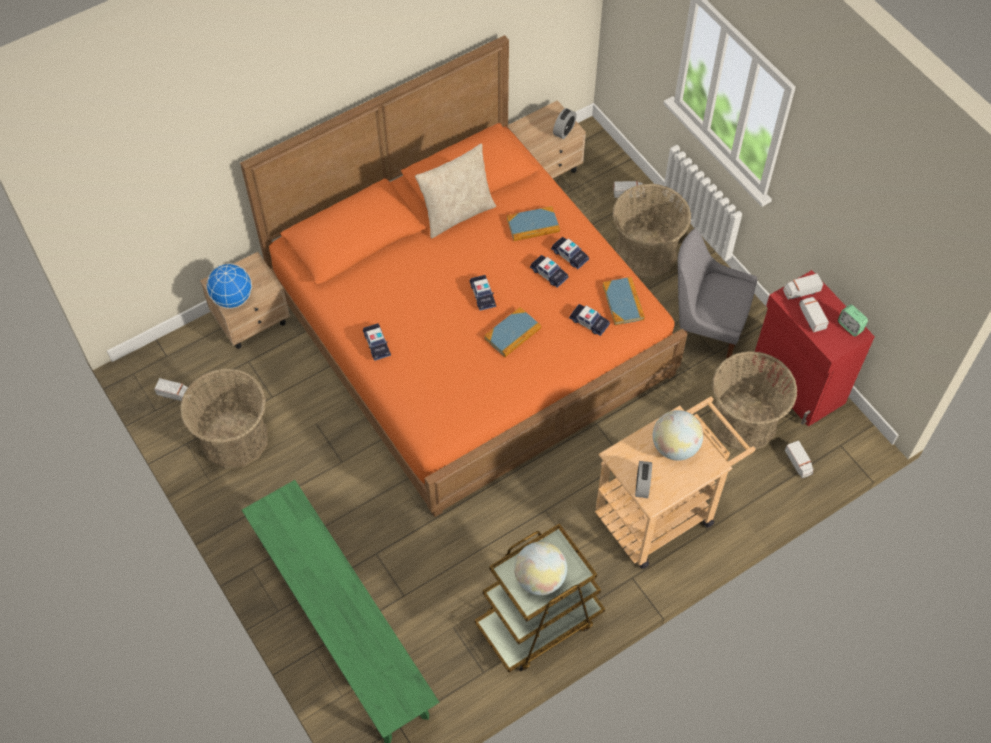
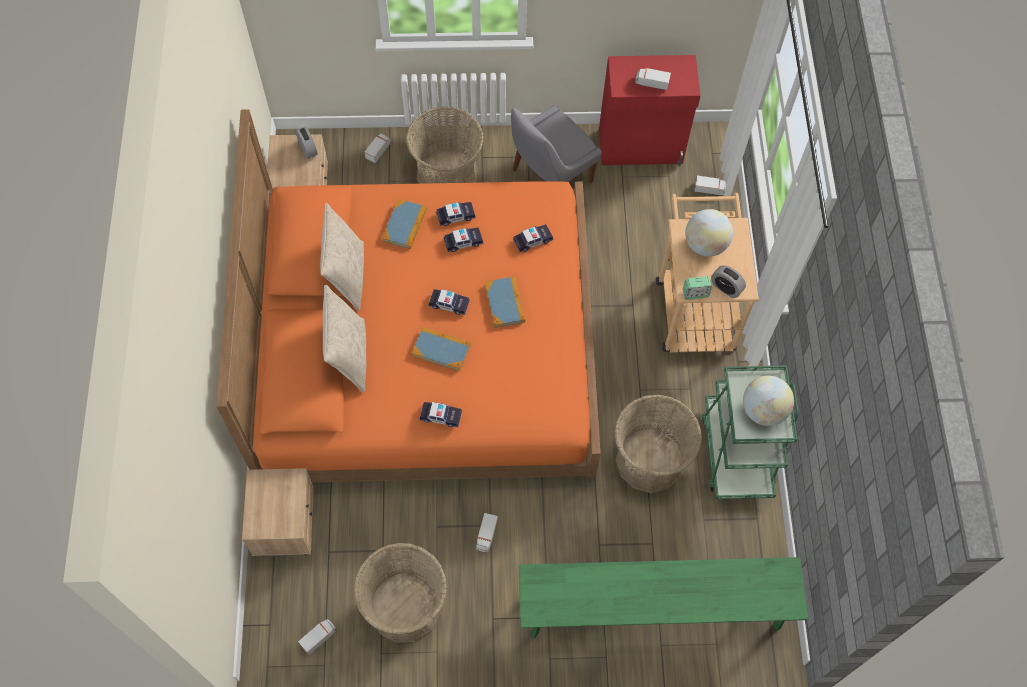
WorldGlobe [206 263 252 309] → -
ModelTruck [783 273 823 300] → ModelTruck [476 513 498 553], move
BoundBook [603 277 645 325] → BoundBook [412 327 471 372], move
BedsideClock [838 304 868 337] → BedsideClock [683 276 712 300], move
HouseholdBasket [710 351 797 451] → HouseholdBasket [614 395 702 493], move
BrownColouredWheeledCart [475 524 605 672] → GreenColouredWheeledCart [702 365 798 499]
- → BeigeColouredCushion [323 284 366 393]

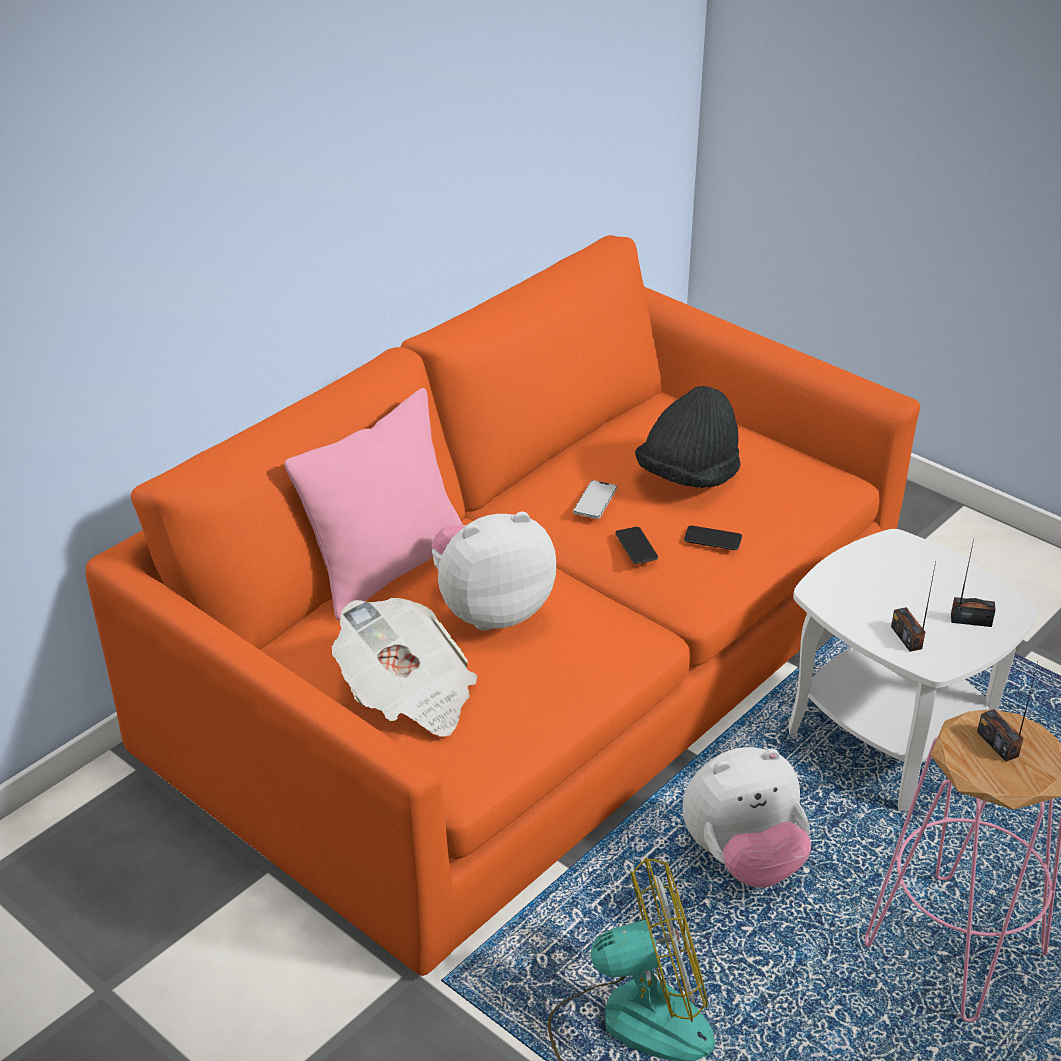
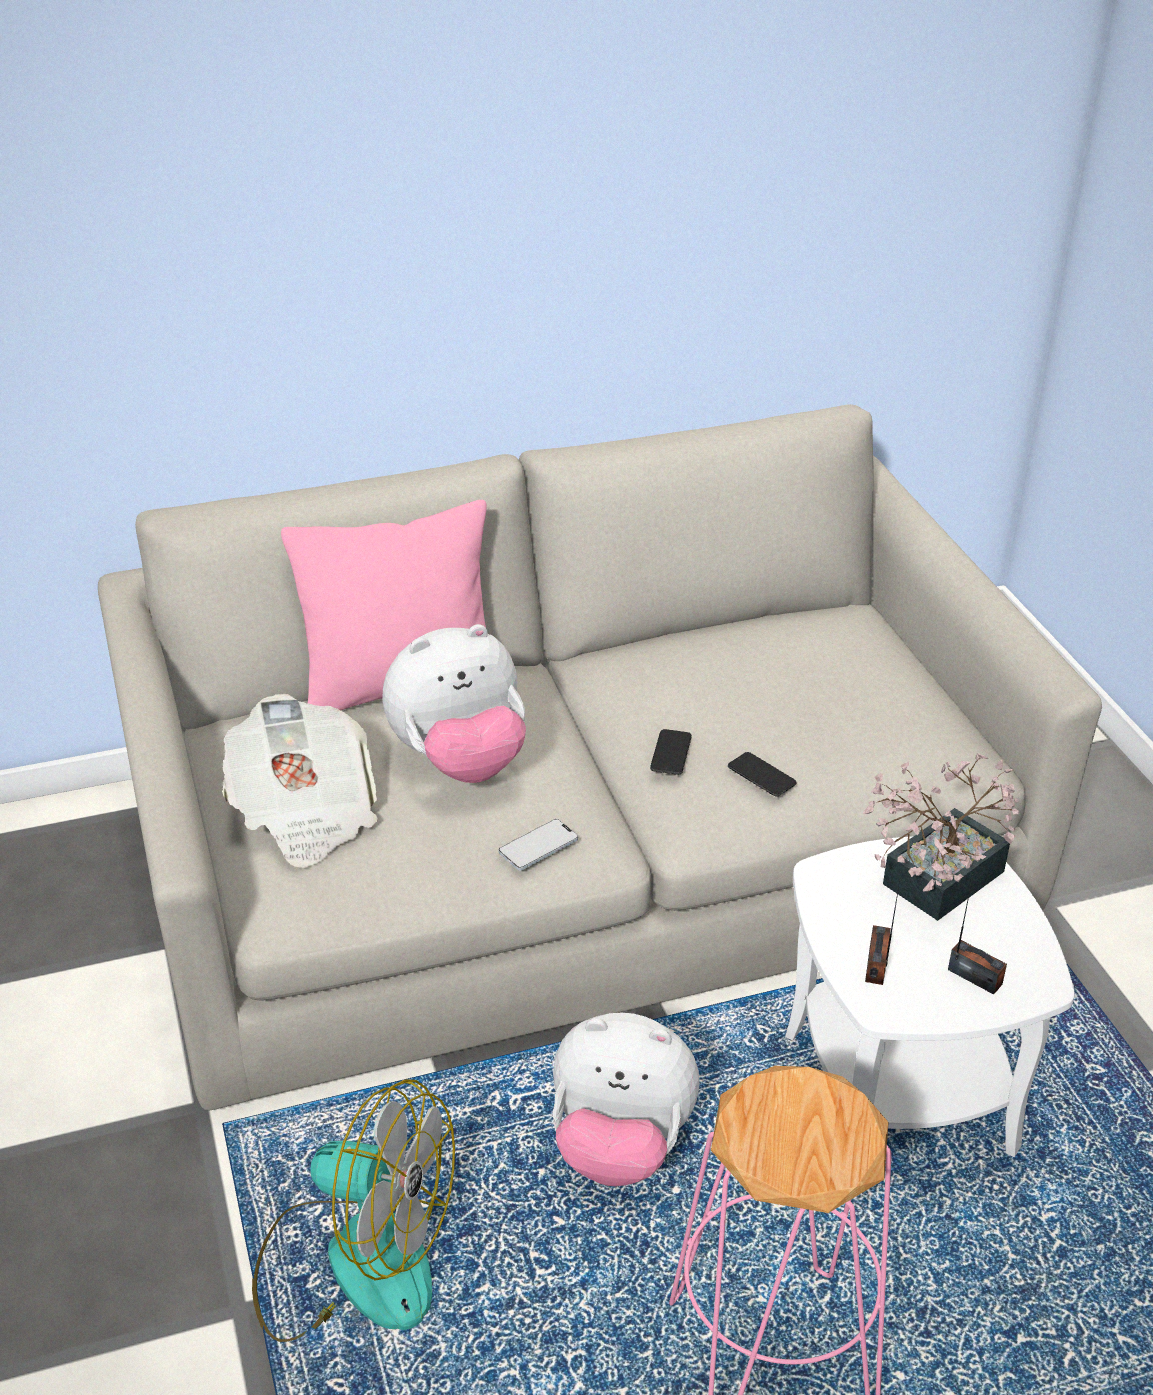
OrangeSofa [86 235 920 976] → GreyishSofa [98 404 1102 1110]
BlackColouredHat [635 386 740 488] → -
Phone [573 480 617 519] → Phone [498 819 578 871], move
SoftToy [432 511 556 631] → SoftToy [382 624 526 783], 150 degrees clockwise
RadioReceiver [977 662 1038 762] → -
- → PlantInAPot [863 753 1020 921]

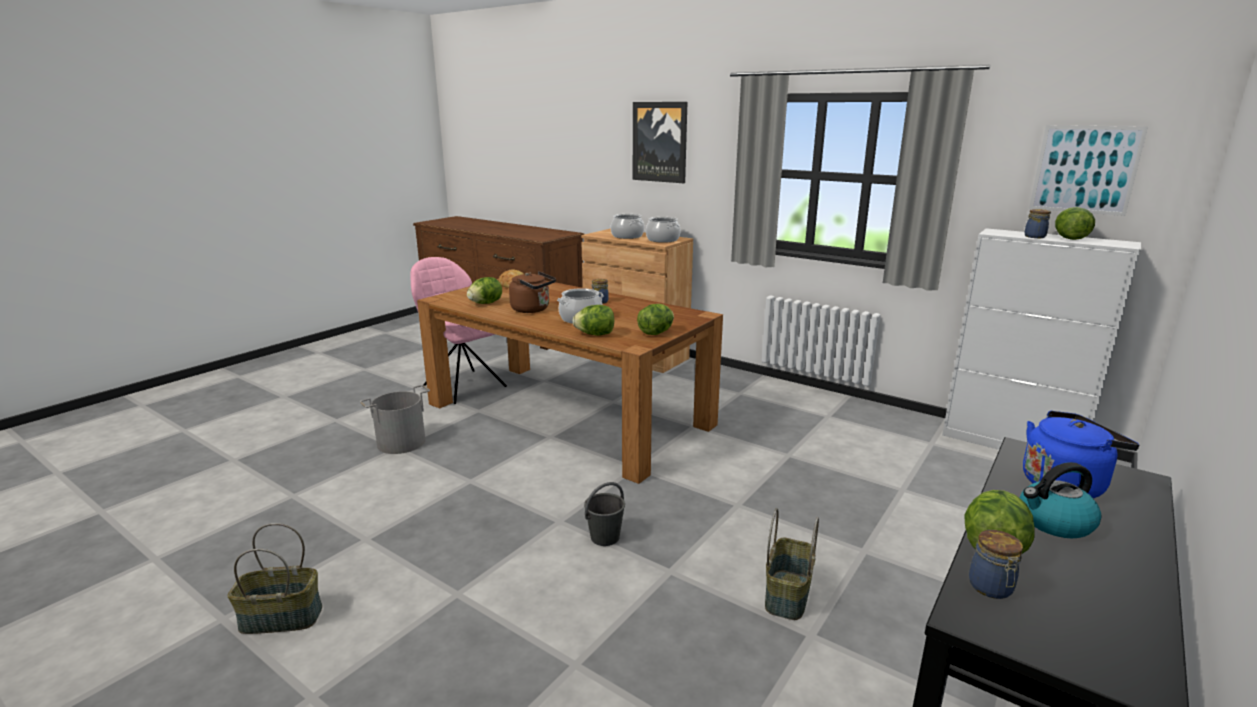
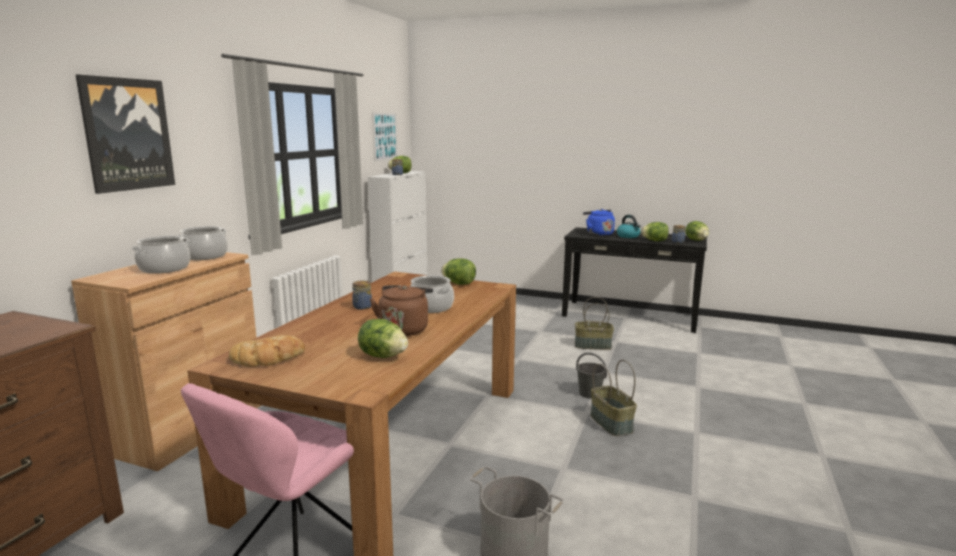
Lettuce [573 305 614 336] → Lettuce [685 221 709 241], move
HouseholdBasket [227 523 322 634] → HouseholdBasket [590 360 637 436], move

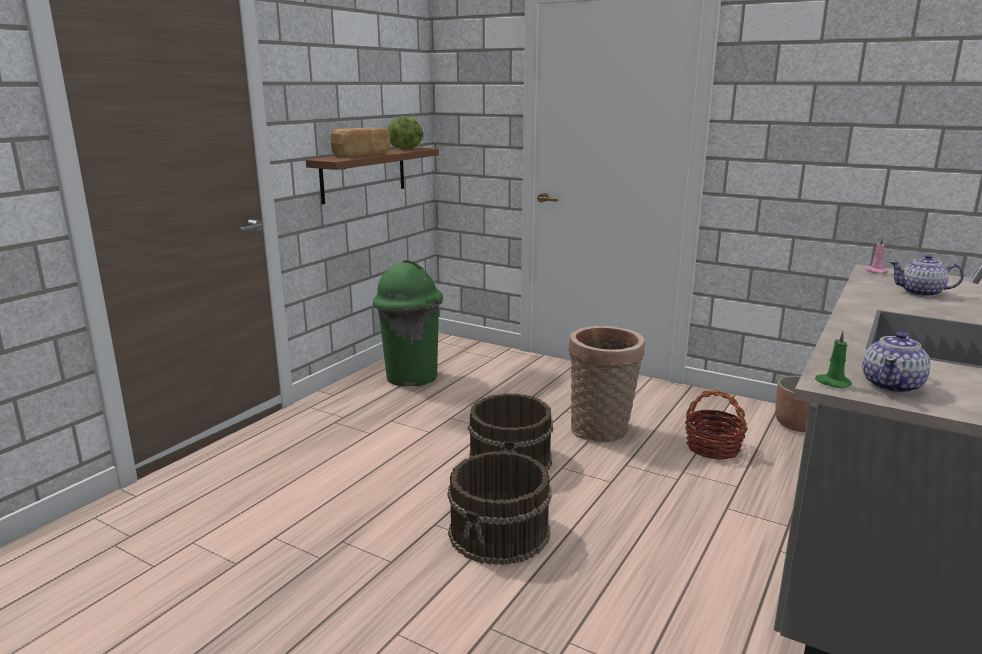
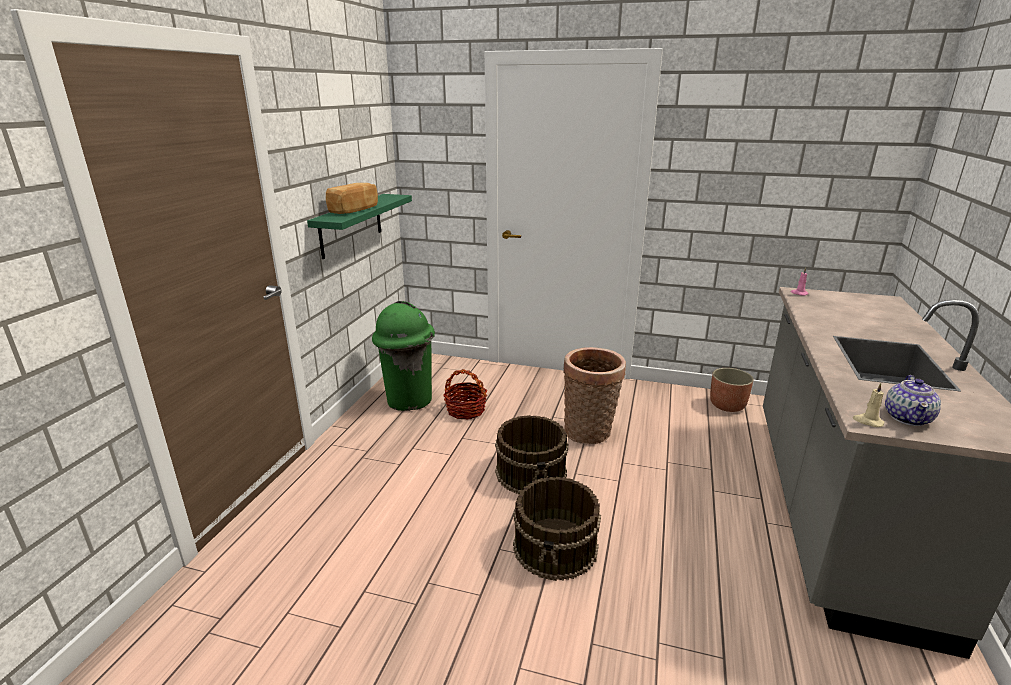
Lettuce [387 116 424 149] → -
BrownColouredBracketShelf [306 147 439 205] → GreenColouredBracketShelf [307 194 412 259]
Teapot [890 254 964 297] → -
GreenColouredWaxCandle [815 331 852 388] → BeigeColouredWaxCandle [853 383 884 427]
HouseholdBasket [685 390 748 460] → HouseholdBasket [443 369 487 419], move

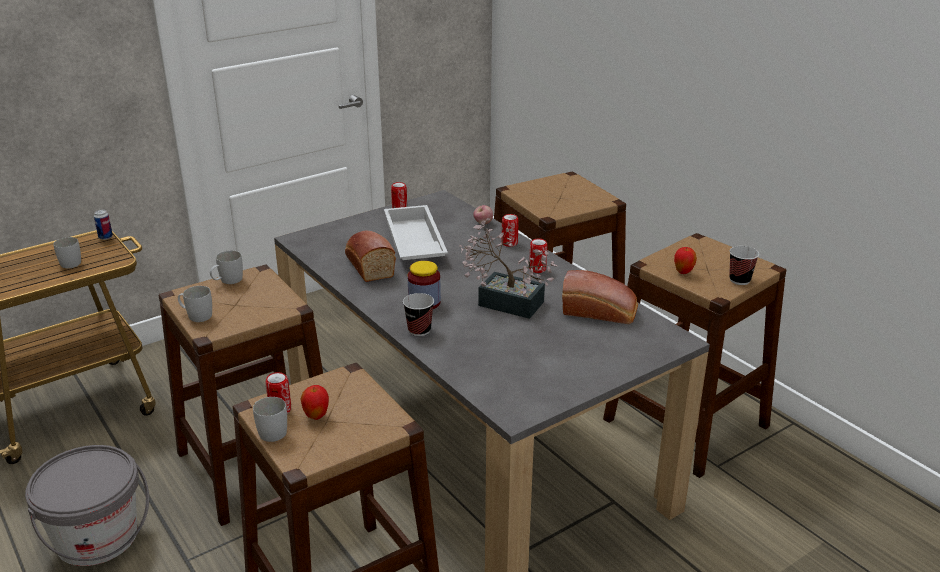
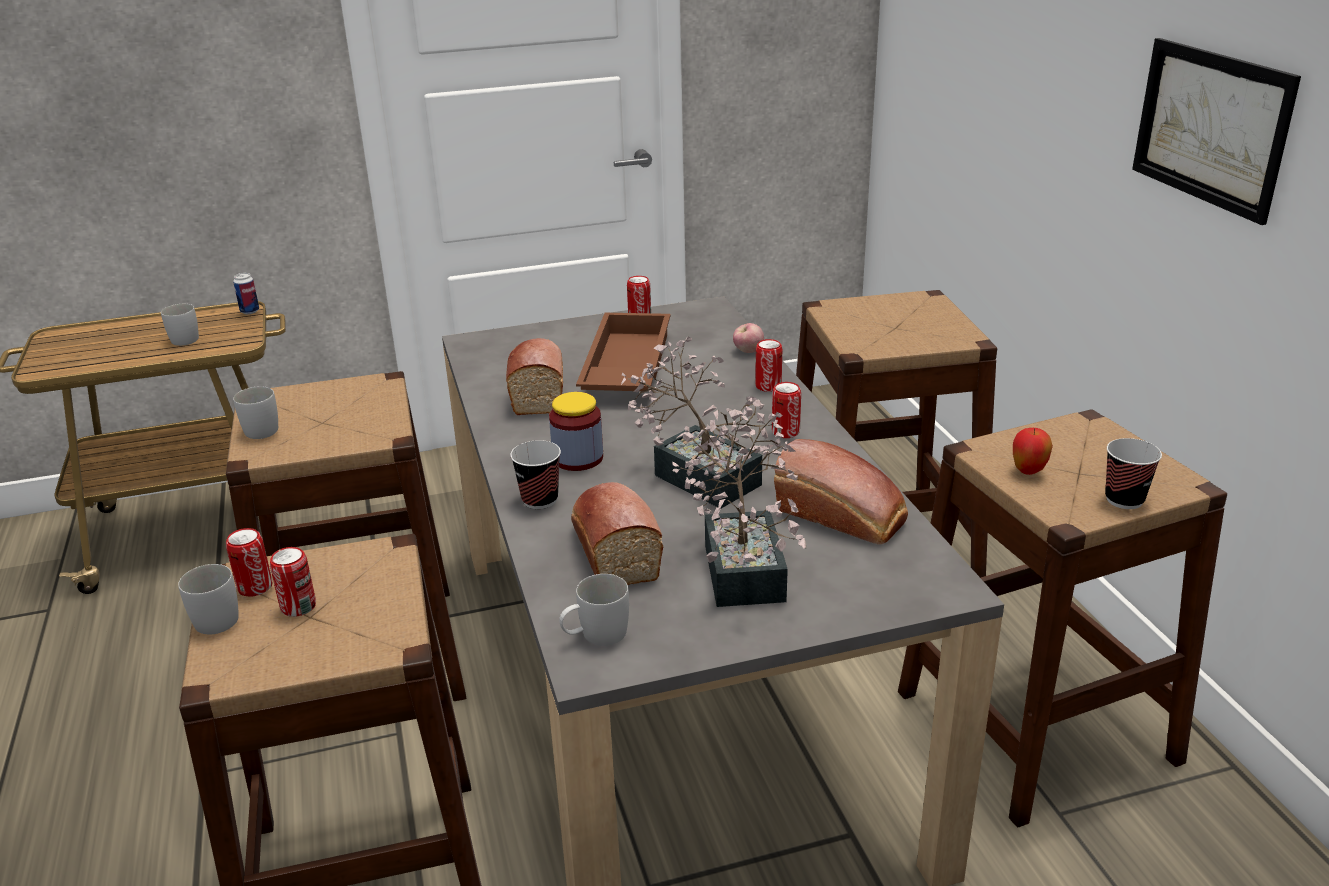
WhiteTray [384 205 448 260] → BrownColouredTray [576 313 671 392]
WhiteCoffeeMug [210 250 243 284] → WhiteCoffeeMug [559 574 629 646], move
WholeApple [301 385 329 420] → MetalCan [270 547 316 617]
GreyishBucket [25 445 149 566] → -
- → WallArt [1132 38 1301 225]
- → PlantInAPot [672 409 806 607]
- → BakedBread [571 482 663 585]

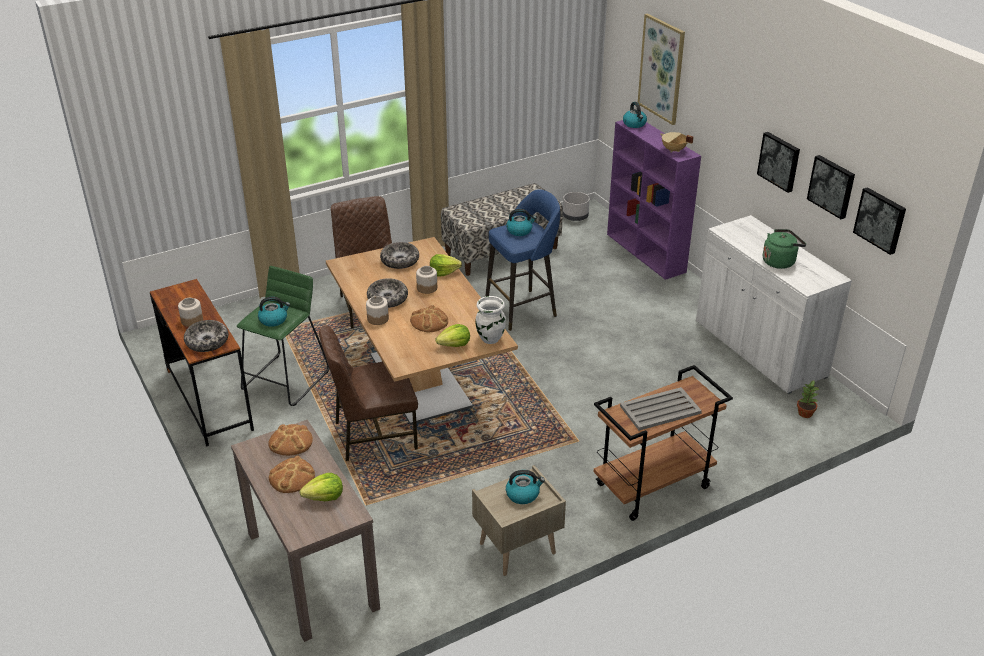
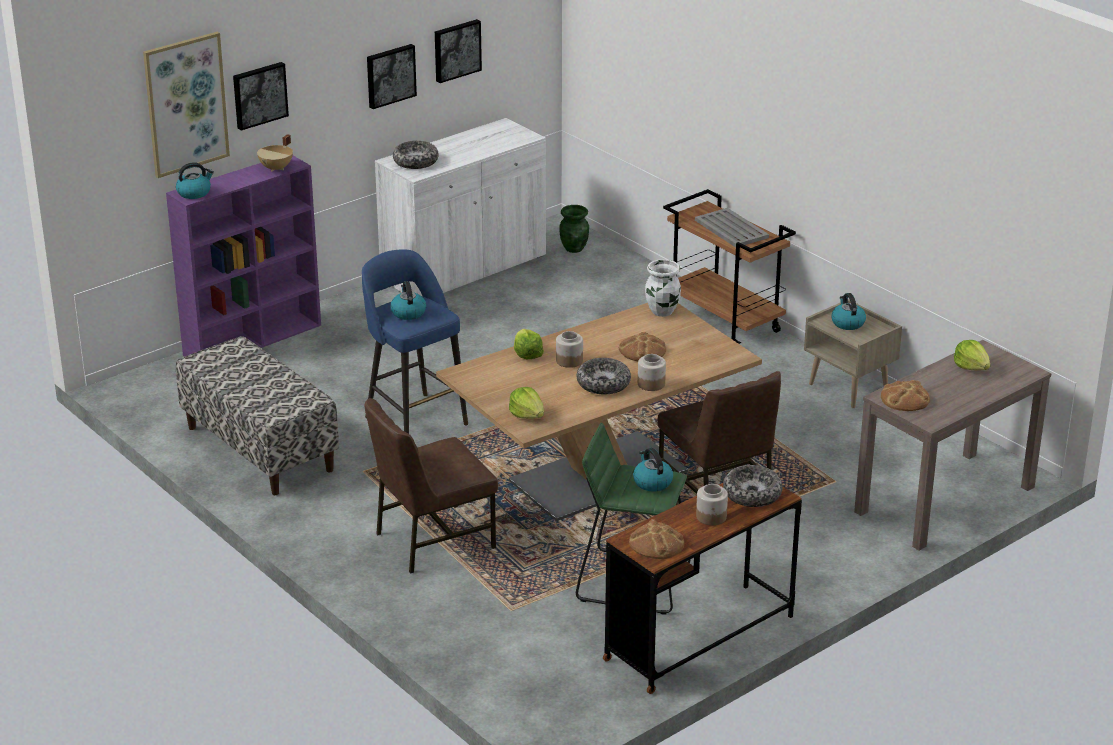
WallArt [853 187 906 255] → WallArt [233 62 289 131], move
GreyishPlantPot [563 192 590 221] → -
GreenColouredKettle [763 229 806 269] → -
DeepDish [380 242 419 269] → DeepDish [393 141 439 169], move
Lettuce [435 324 470 347] → Lettuce [509 387 544 419], move
PlantInAPot [797 381 819 418] → GreenColouredDecorativeVase [559 205 589 253]
BakedBread [269 455 315 493] → BakedBread [629 519 684 559], move

